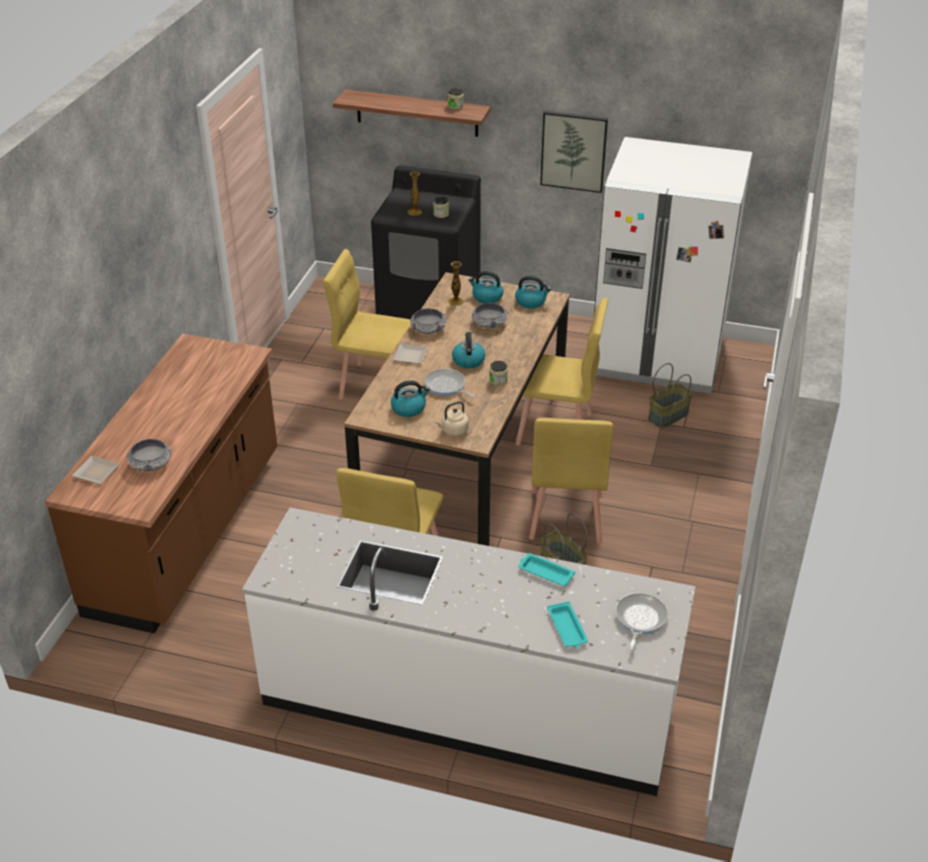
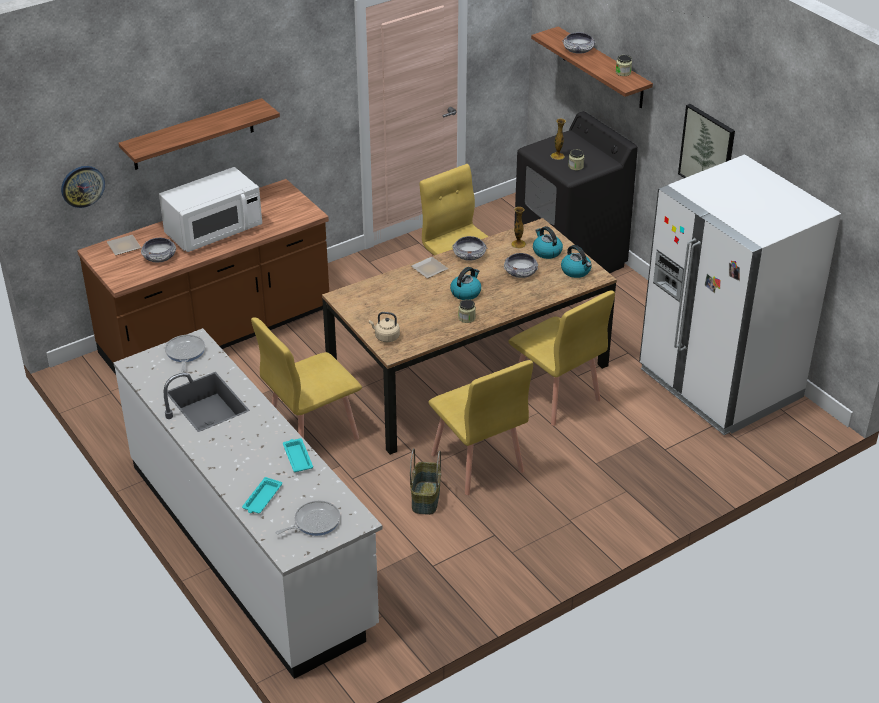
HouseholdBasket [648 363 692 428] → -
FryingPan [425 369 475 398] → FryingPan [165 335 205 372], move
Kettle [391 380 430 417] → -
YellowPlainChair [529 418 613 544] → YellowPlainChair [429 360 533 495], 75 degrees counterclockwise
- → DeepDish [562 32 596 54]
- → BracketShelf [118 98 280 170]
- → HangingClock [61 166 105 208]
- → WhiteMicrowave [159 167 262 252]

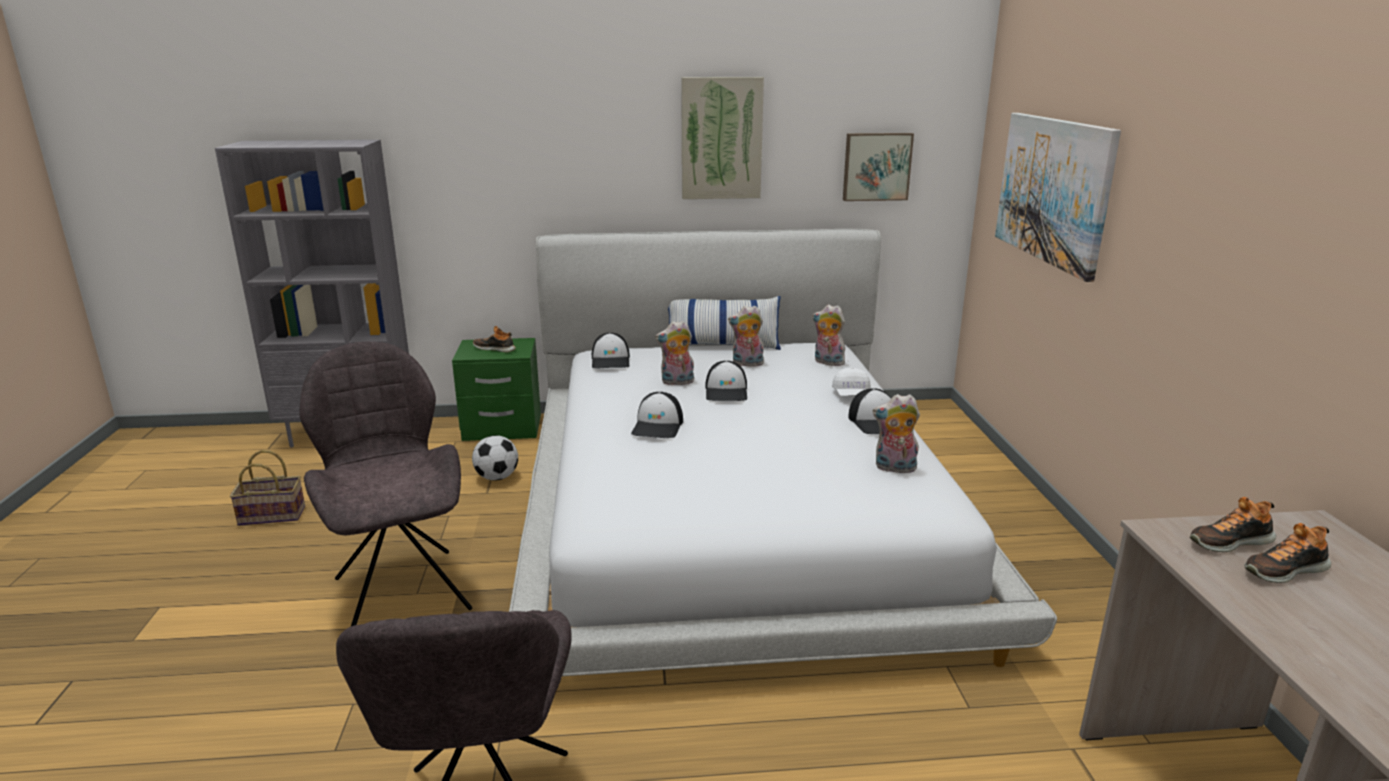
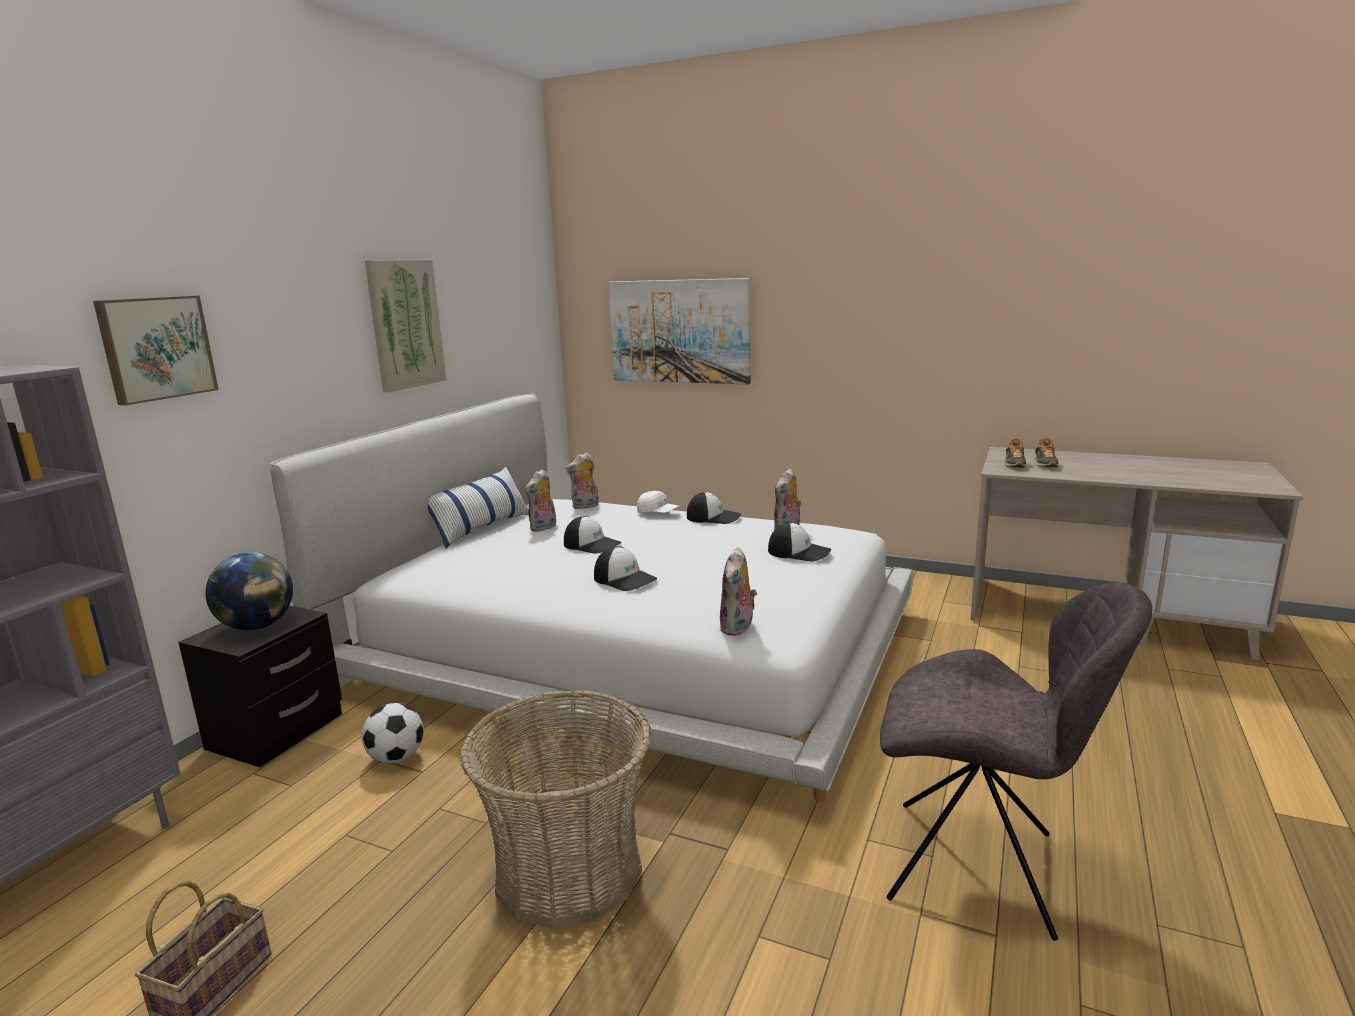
WallArt [843 133 914 201] → WallArt [93 296 219 405], move
SoftToy [655 321 694 385] → SoftToy [720 547 757 636], move
LowShoe [473 326 516 353] → WorldGlobe [205 552 293 630]
PeakedCap [592 333 630 368] → PeakedCap [768 522 831 561], move
GreenColouredNightstand [452 338 541 441] → BlackColouredNightstand [178 606 342 767]
GreyishPlainChair [299 342 472 626] → HouseholdBasket [460 689 652 929]

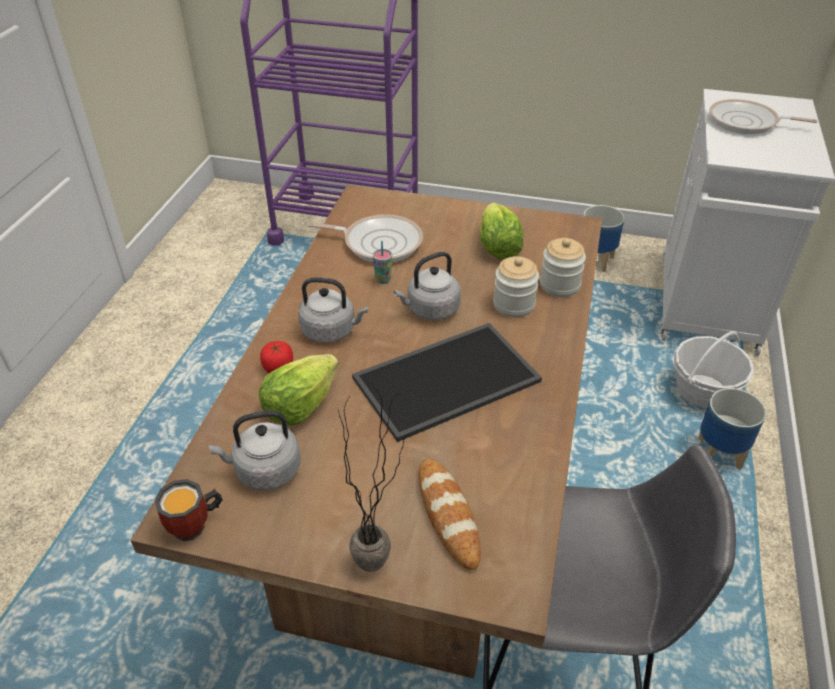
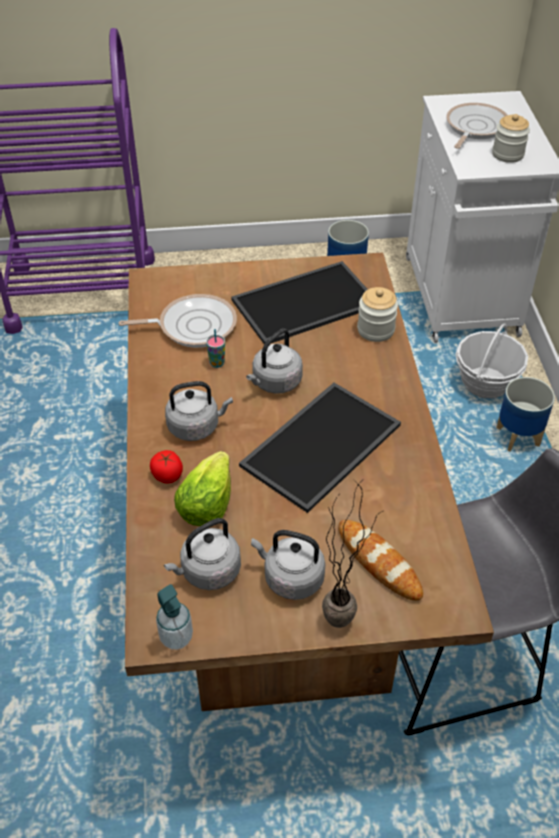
FryingPan [709 99 818 134] → FryingPan [446 103 507 149], 120 degrees clockwise
Lettuce [480 203 524 259] → Tray [231 261 368 344]
PreserveJar [493 256 539 317] → PreserveJar [492 114 530 163], move
CoffeeMug [155 479 223 541] → SoapBottle [156 584 193 650]
- → GreyishKettle [251 530 325 600]

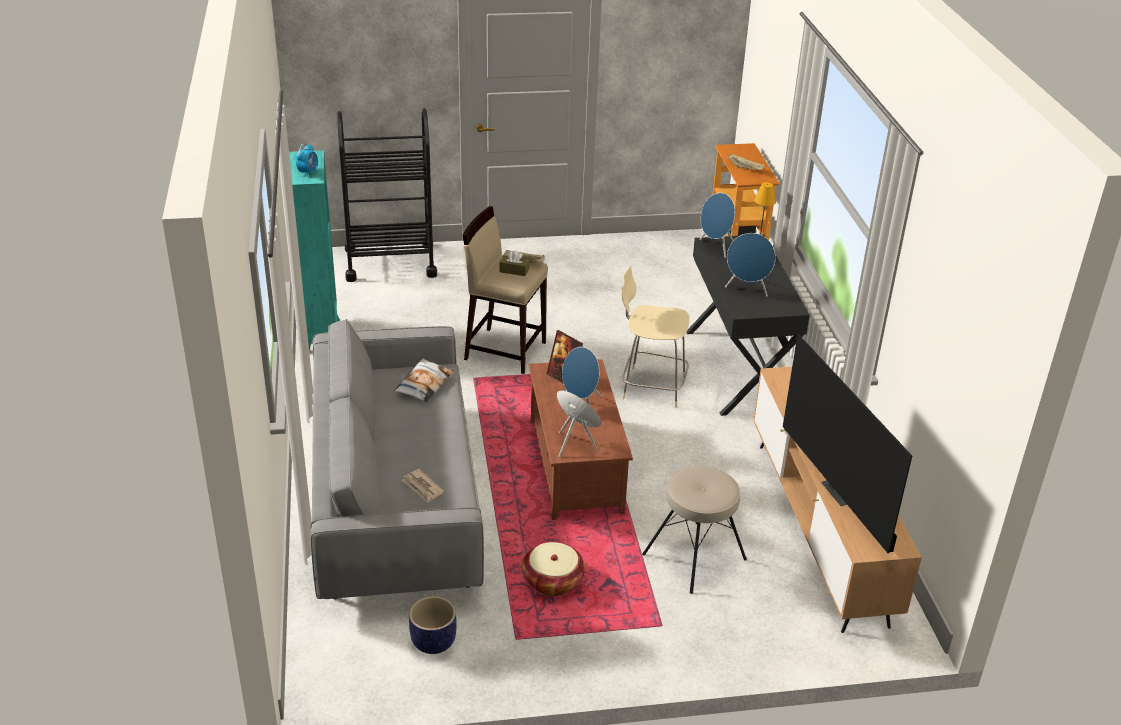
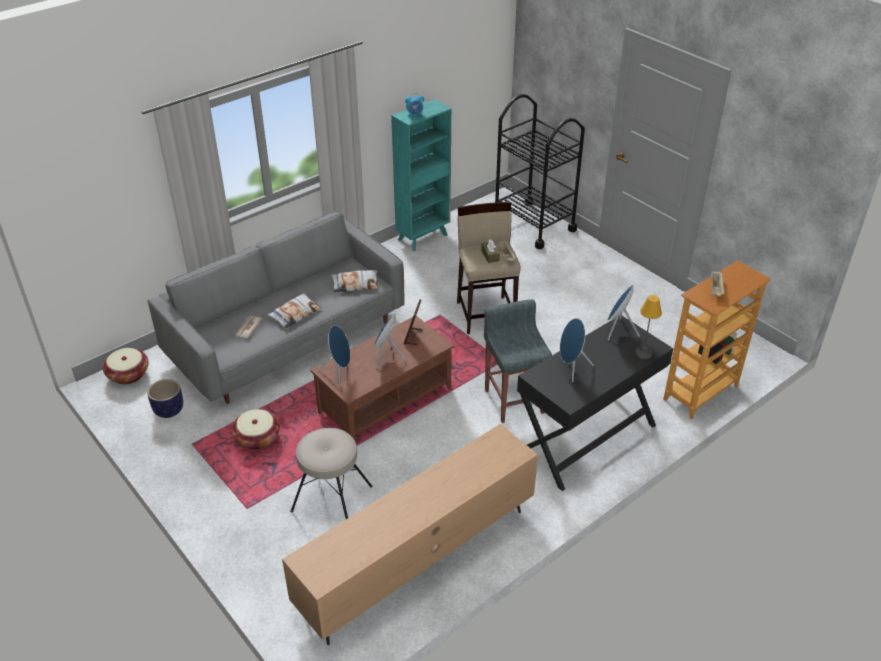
BeigeColouredPlainChair [621 266 690 408] → GreyishStoolSeat [484 299 552 423]
Television [783 334 912 553] → -
- → Cushion [268 293 321 329]
- → HouseholdBasket [103 348 149 385]

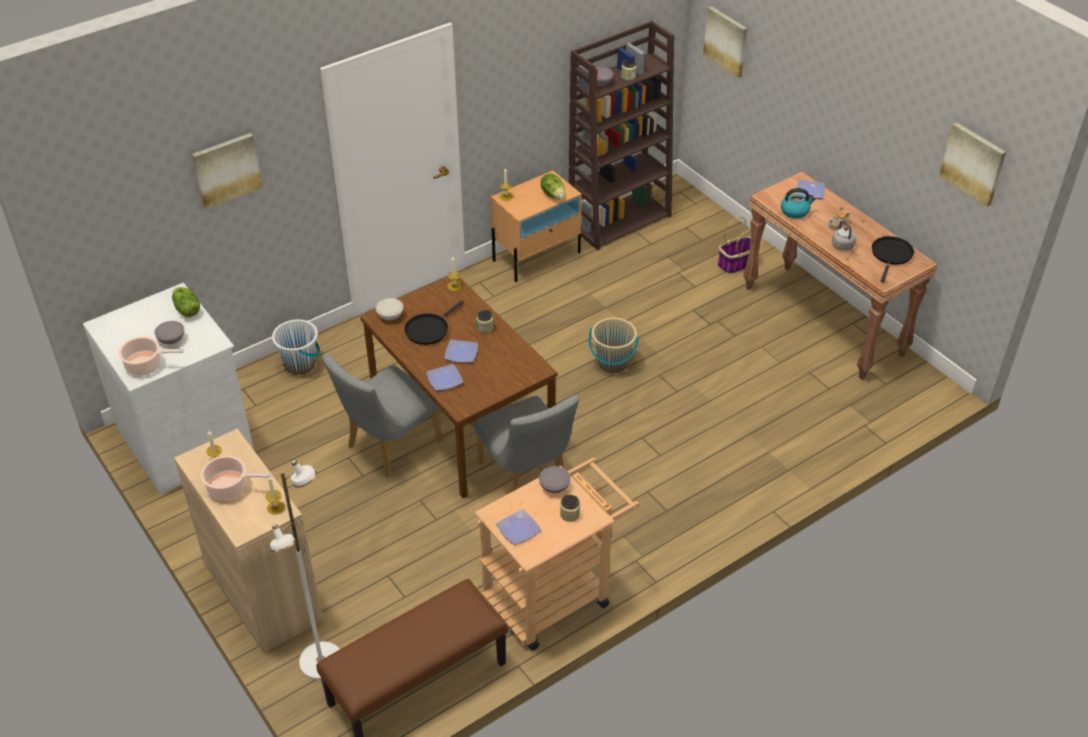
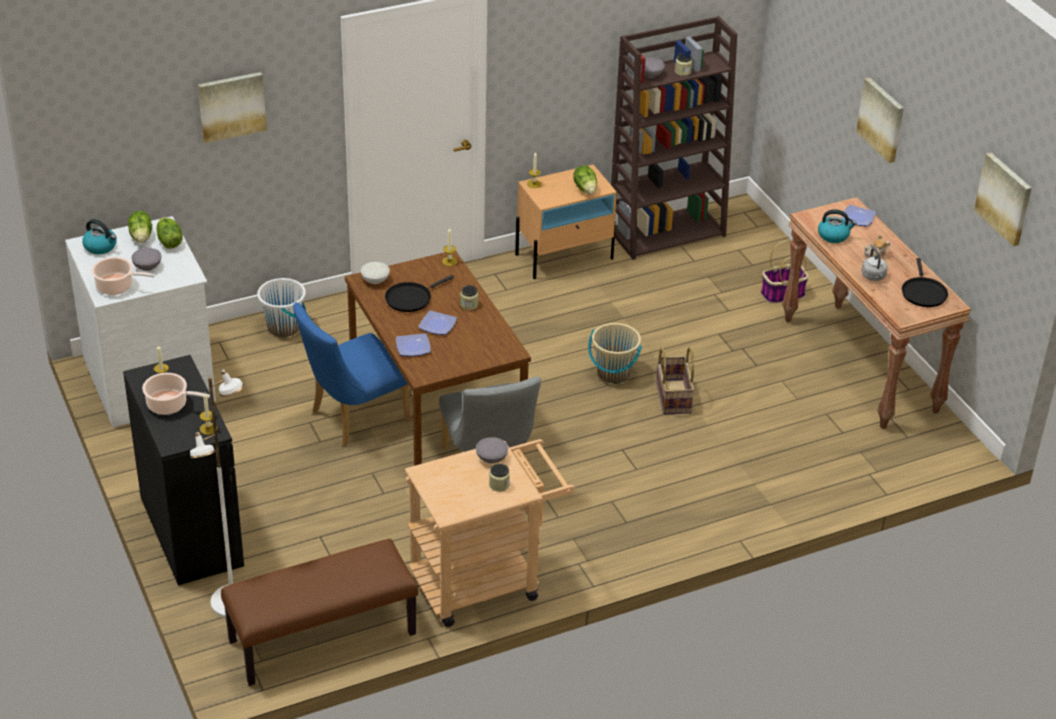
WallArt [703 6 747 78] → WallArt [856 77 904 163], move
BlackColouredFryingPan [872 236 914 282] → BlackColouredFryingPan [902 258 948 307], 150 degrees clockwise
GreyishPlainChair [322 353 442 477] → BluishPlainChair [293 302 411 446]
BeigeColouredCabinet [174 428 323 653] → BlackColouredCabinet [123 355 244 585]
FlatDish [496 509 541 545] → -
- → Lettuce [128 211 152 243]
- → Kettle [82 219 116 254]
- → HouseholdBasket [656 347 695 415]

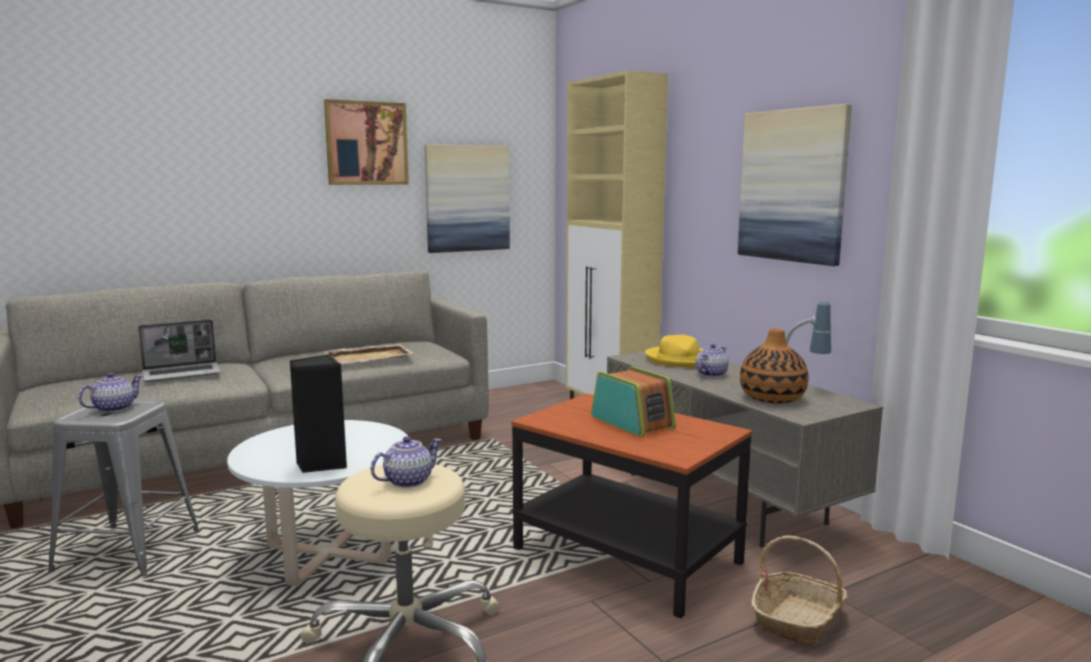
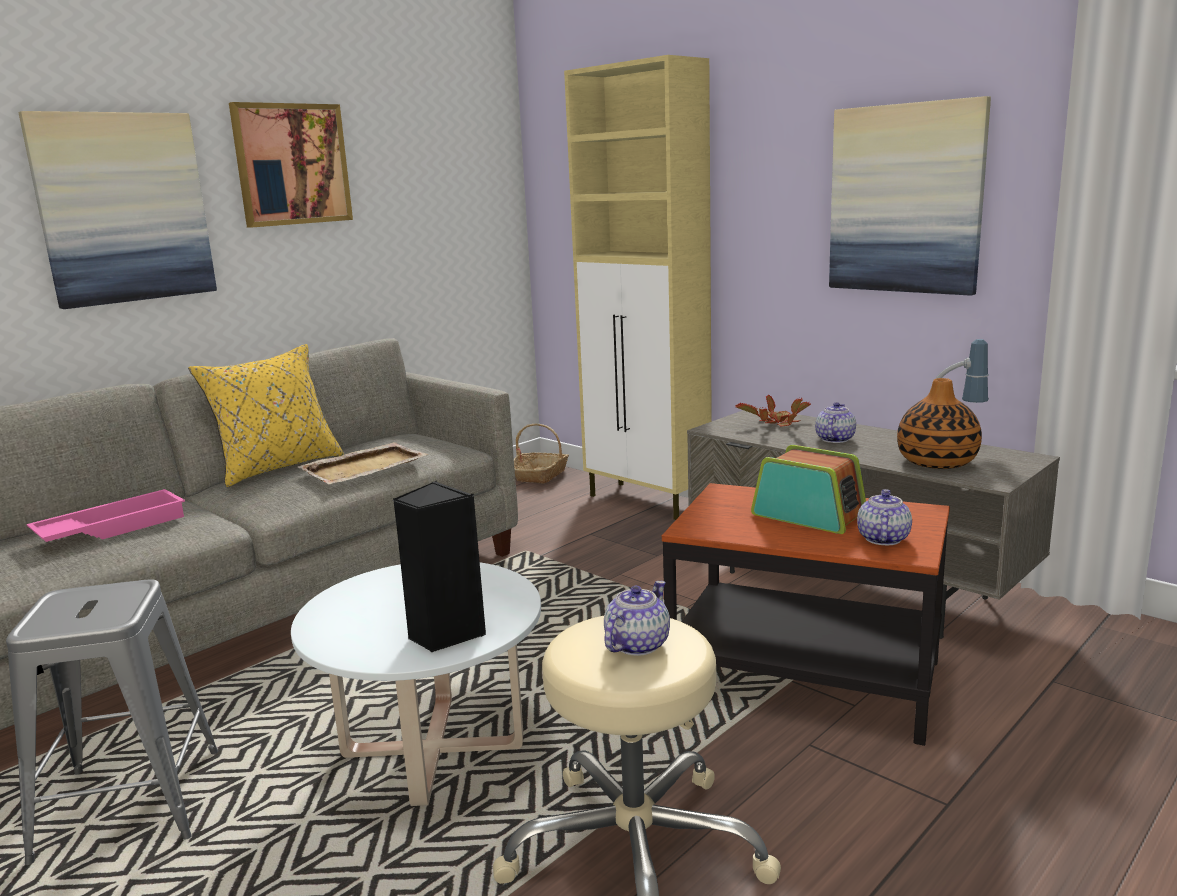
WallArt [425 144 510 253] → WallArt [19 111 217 309], move
Laptop [138 320 221 382] → PinkColouredTray [27 489 185 542]
YellowHat [645 335 703 368] → PlantInAPot [735 395 811 426]
Teapot [78 373 143 412] → Teapot [857 489 912 545], move
HouseholdBasket [751 536 848 647] → HouseholdBasket [514 424 569 484], move
- → YellowCushion [188 344 344 487]

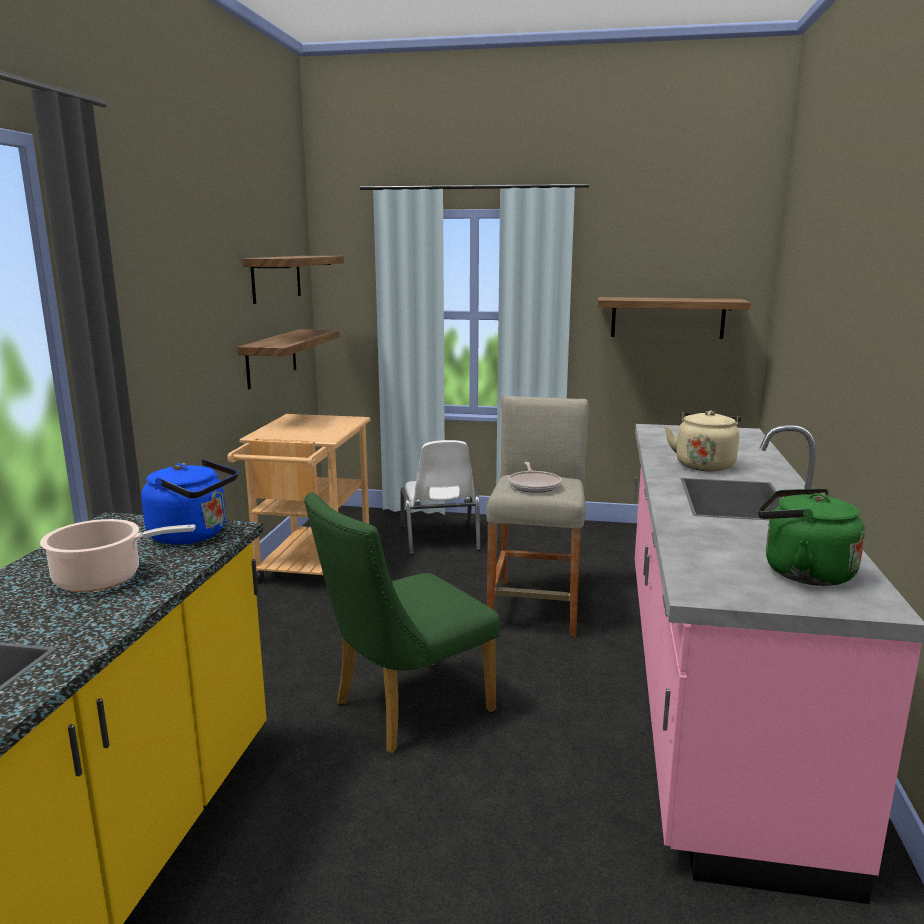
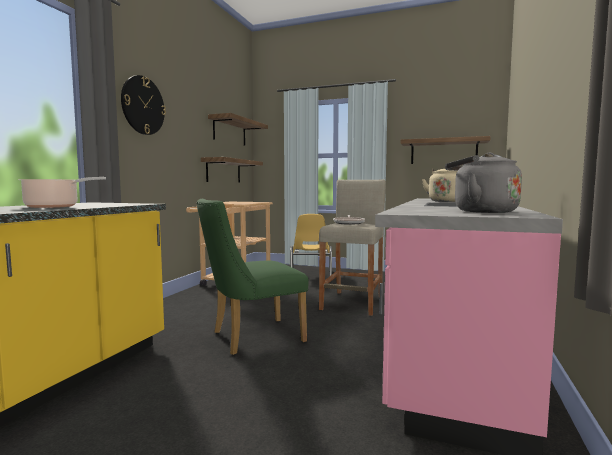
WhitePlainChair [401 440 481 555] → YellowPlainChair [290 214 332 277]
BluishKettle [141 459 238 545] → -
GreenColouredKettle [758 488 865 586] → GreyishKettle [445 153 522 213]
- → HangingClock [121 75 166 135]

